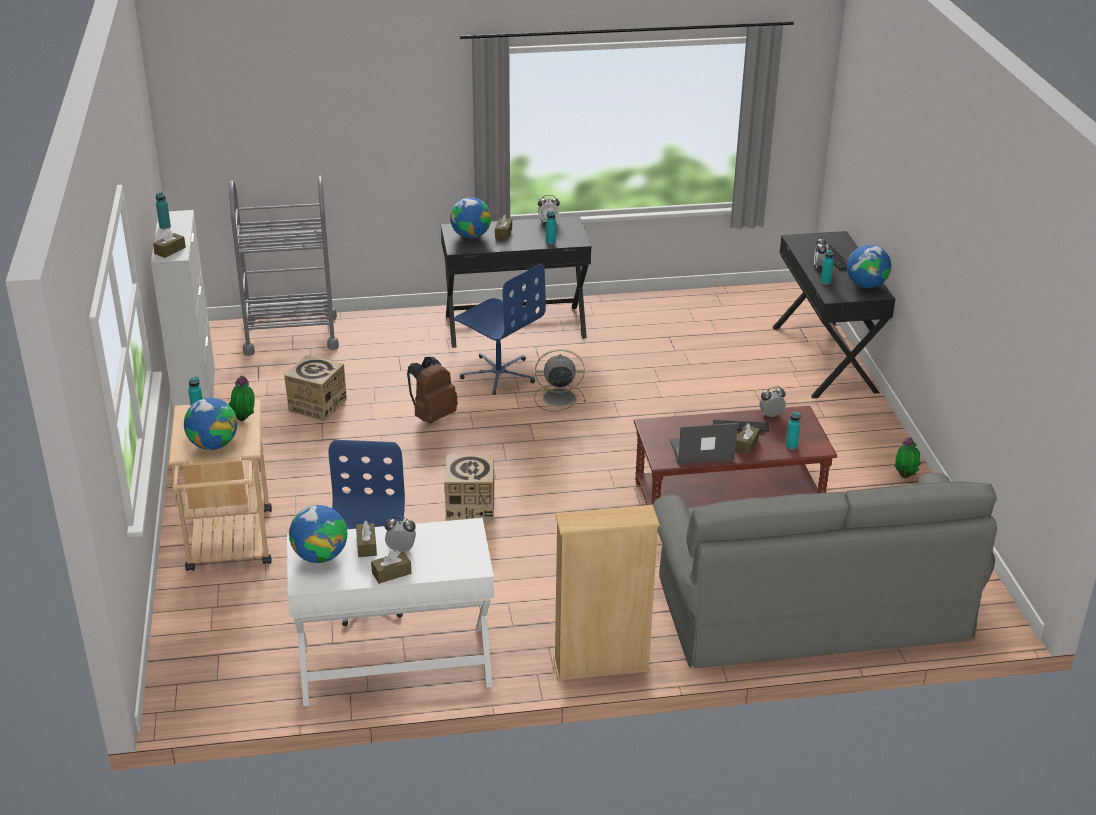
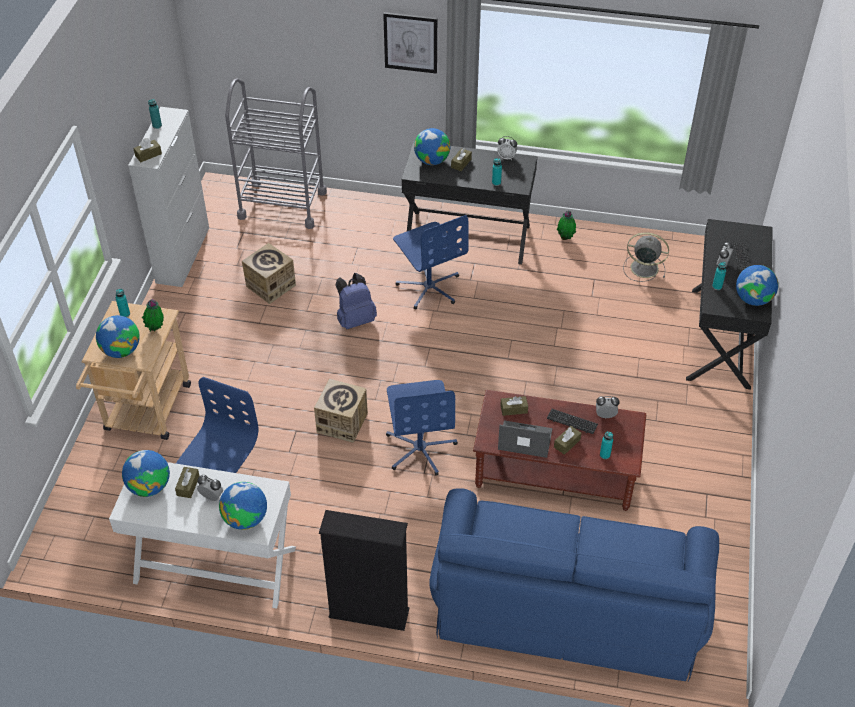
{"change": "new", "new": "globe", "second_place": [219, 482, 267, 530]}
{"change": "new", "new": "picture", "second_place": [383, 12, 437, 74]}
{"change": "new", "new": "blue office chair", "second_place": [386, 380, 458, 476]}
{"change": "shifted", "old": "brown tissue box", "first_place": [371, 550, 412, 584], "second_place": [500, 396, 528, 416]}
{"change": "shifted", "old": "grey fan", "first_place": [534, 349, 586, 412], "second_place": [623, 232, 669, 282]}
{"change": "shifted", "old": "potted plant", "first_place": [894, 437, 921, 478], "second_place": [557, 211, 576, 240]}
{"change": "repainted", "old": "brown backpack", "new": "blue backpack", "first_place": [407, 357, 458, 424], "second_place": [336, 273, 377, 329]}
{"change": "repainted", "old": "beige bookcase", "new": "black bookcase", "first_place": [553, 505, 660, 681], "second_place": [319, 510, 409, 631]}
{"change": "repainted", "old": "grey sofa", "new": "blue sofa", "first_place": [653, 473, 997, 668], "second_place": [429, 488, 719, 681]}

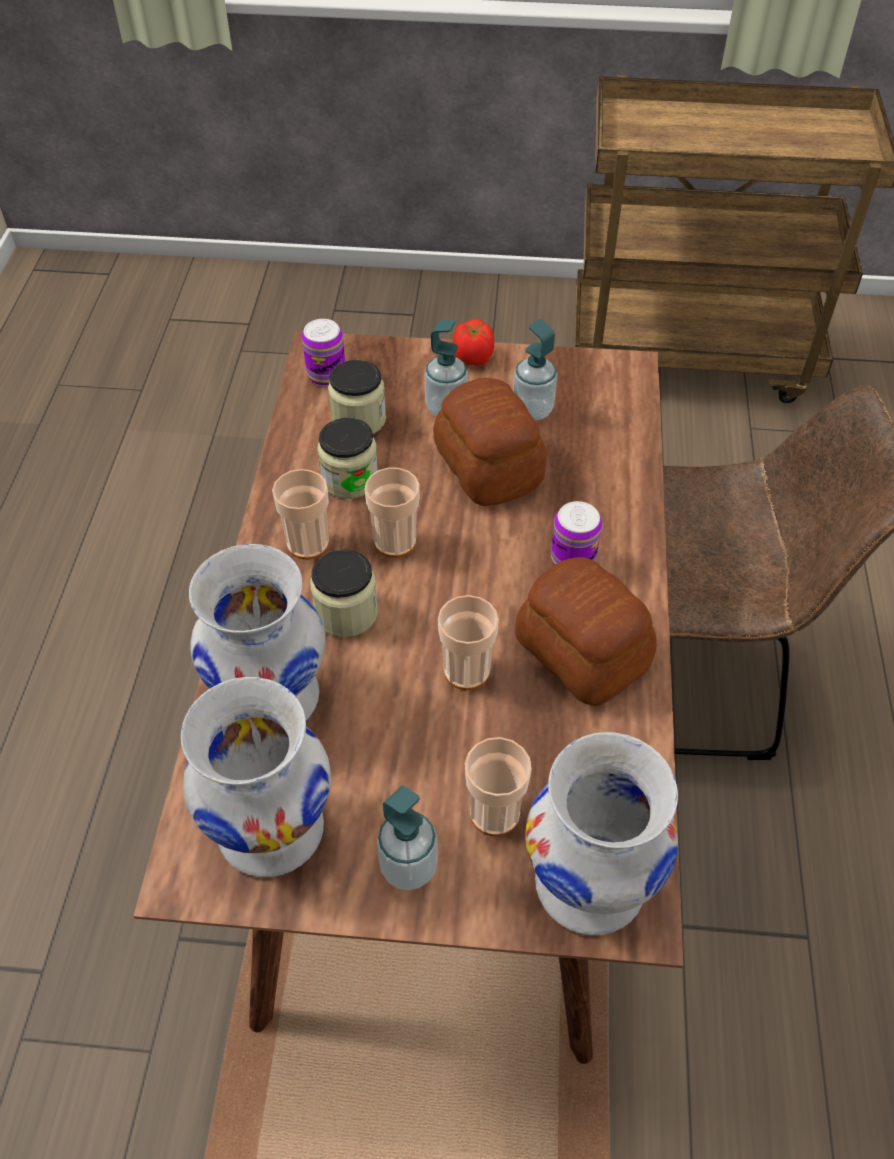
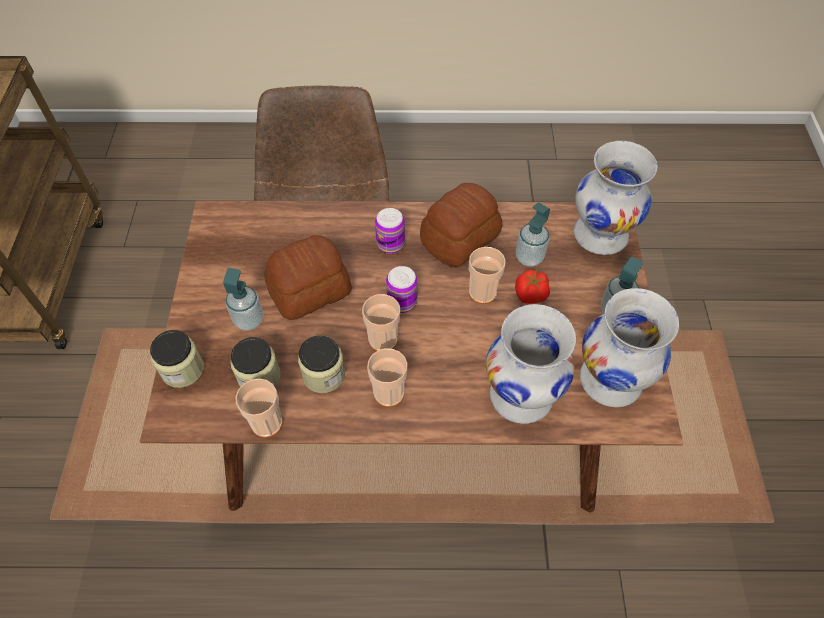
{"change": "shifted", "old": "can", "first_place": [302, 319, 345, 386], "second_place": [386, 266, 418, 313]}
{"change": "shifted", "old": "jar", "first_place": [310, 549, 378, 637], "second_place": [150, 330, 204, 388]}
{"change": "shifted", "old": "tomato", "first_place": [453, 319, 494, 366], "second_place": [515, 270, 550, 304]}
{"change": "shifted", "old": "cup", "first_place": [465, 737, 532, 836], "second_place": [236, 378, 283, 438]}
{"change": "shifted", "old": "soap dispenser", "first_place": [513, 319, 557, 420], "second_place": [516, 203, 550, 267]}

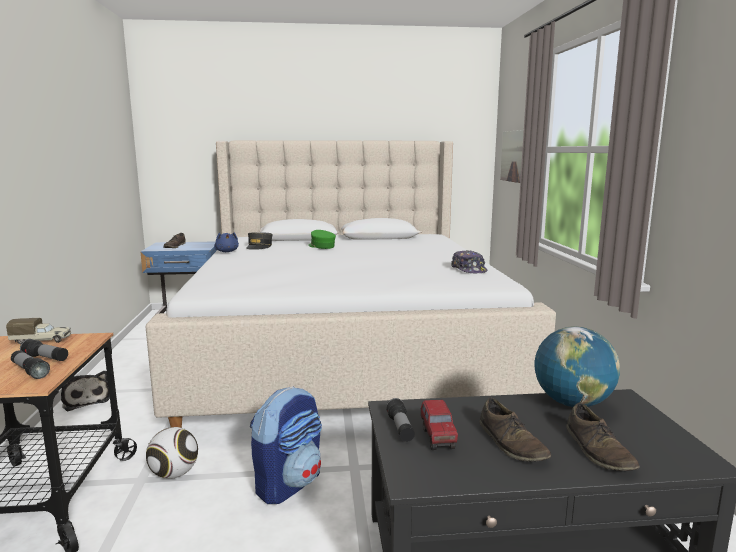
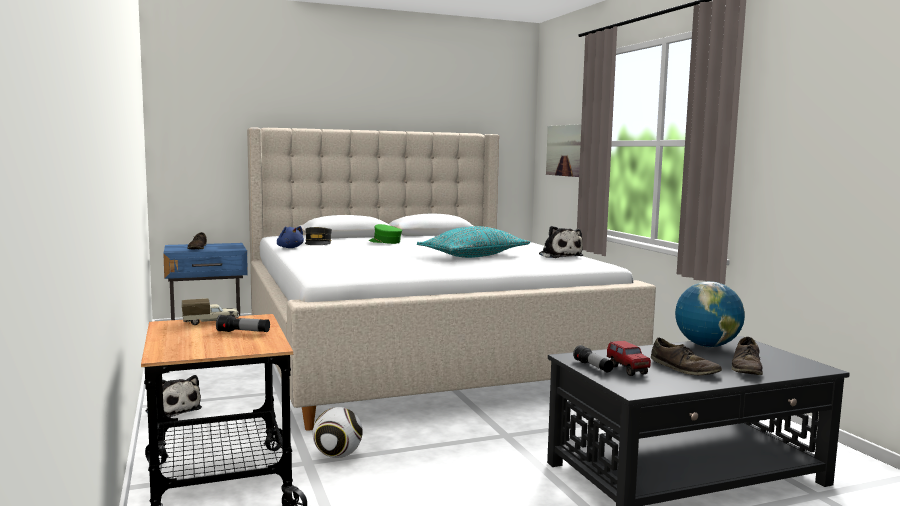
{"change": "gone", "old": "flashlight", "first_place": [11, 350, 50, 379]}
{"change": "gone", "old": "backpack", "first_place": [250, 386, 322, 504]}
{"change": "new", "new": "turquoise pillow", "second_place": [417, 226, 530, 258]}
{"change": "swapped", "old": "cap", "new": "plush toy", "first_place": [451, 250, 487, 273], "second_place": [539, 226, 583, 258]}
{"change": "rotated", "old": "brown shoe", "first_place": [566, 403, 640, 471], "second_place": [732, 337, 763, 375], "degrees": 45}

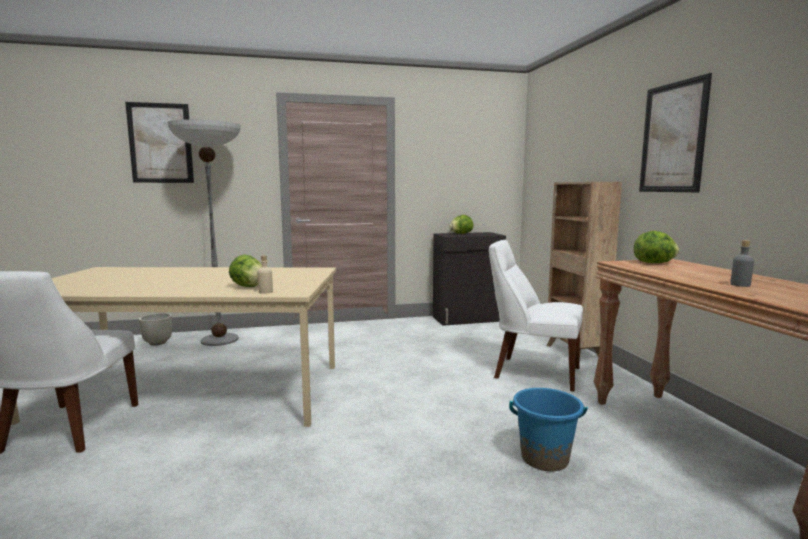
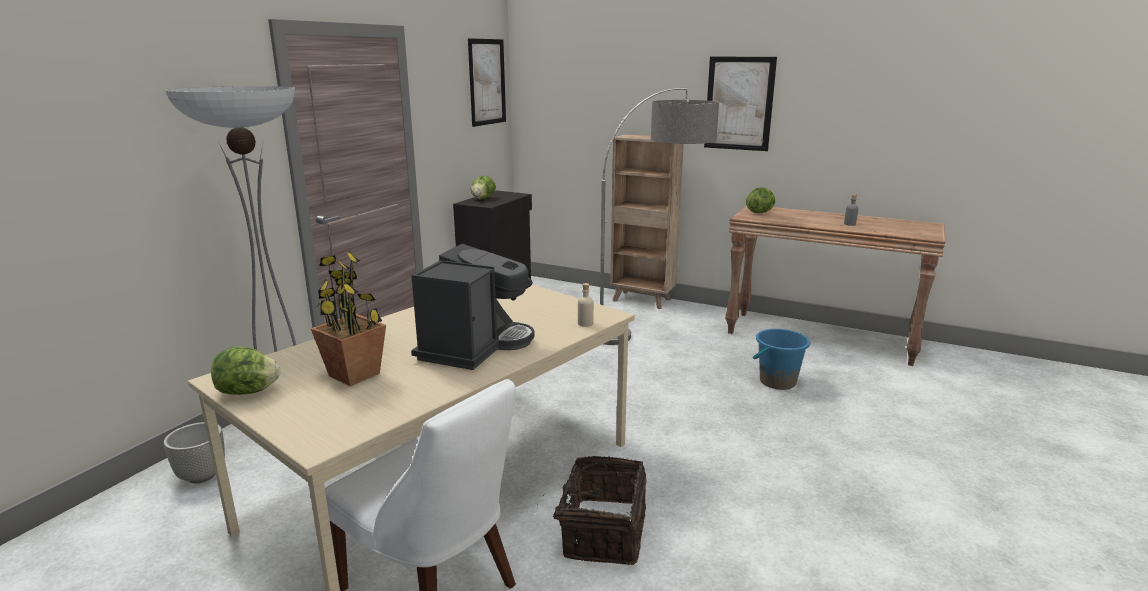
{"change": "new", "new": "potted plant", "second_place": [311, 251, 386, 386]}
{"change": "new", "new": "coffee machine", "second_place": [411, 244, 535, 370]}
{"change": "new", "new": "basket", "second_place": [537, 456, 647, 565]}
{"change": "shifted", "old": "picture", "first_place": [125, 102, 194, 183], "second_place": [468, 38, 506, 127]}
{"change": "shifted", "old": "lettuce", "first_place": [229, 254, 262, 287], "second_place": [211, 347, 280, 395]}
{"change": "swapped", "old": "white chair", "new": "floor lamp", "first_place": [489, 240, 583, 392], "second_place": [600, 87, 719, 345]}

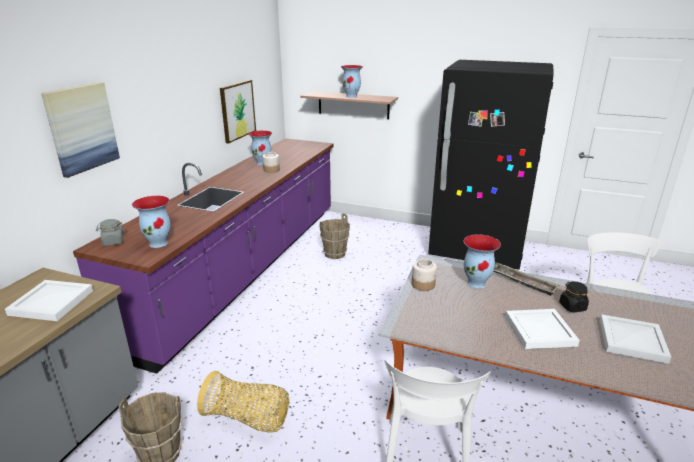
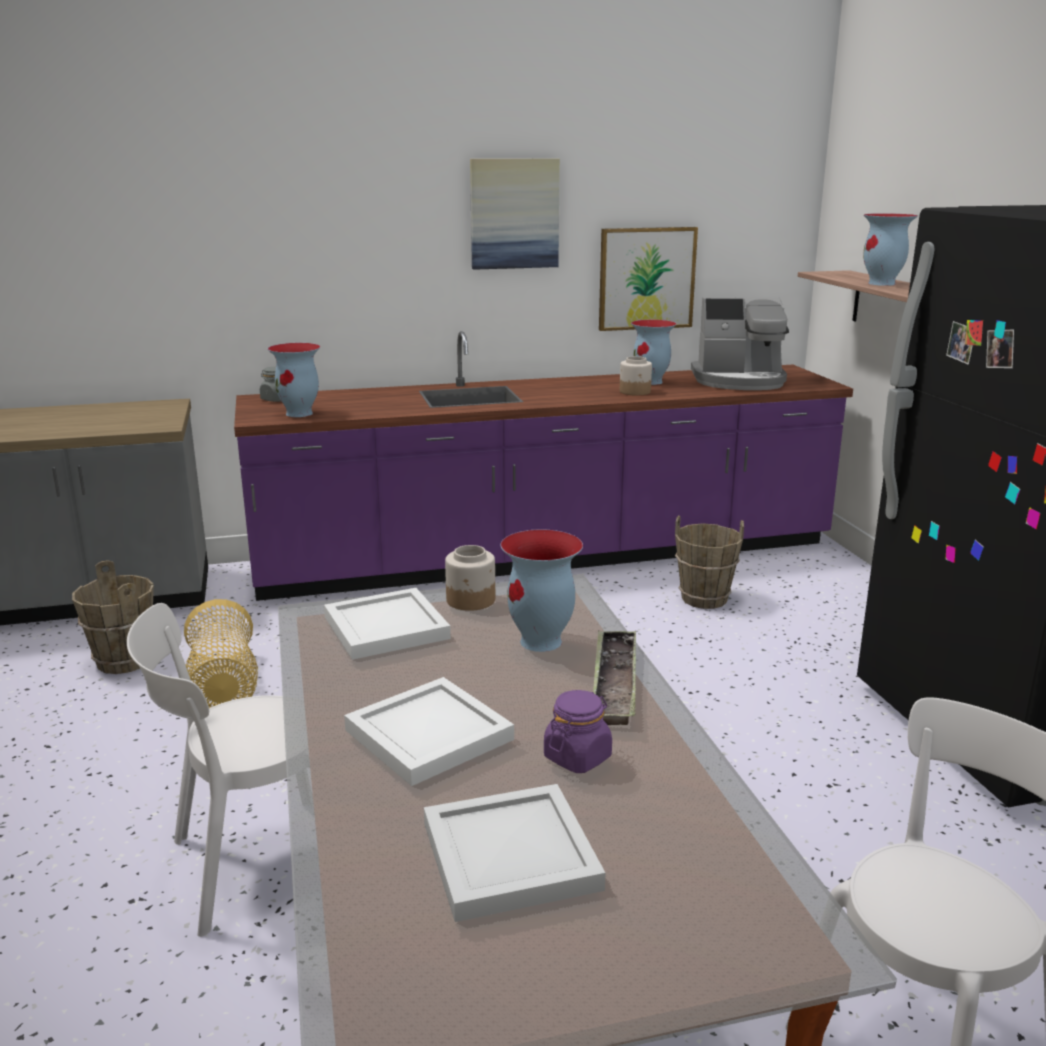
{"change": "new", "new": "coffee machine", "second_place": [691, 297, 789, 390]}
{"change": "shifted", "old": "white tray", "first_place": [5, 280, 93, 321], "second_place": [324, 588, 451, 660]}
{"change": "shifted", "old": "picture", "first_place": [41, 82, 120, 178], "second_place": [470, 159, 560, 270]}
{"change": "repainted", "old": "black jar", "new": "purple jar", "first_place": [559, 281, 589, 312], "second_place": [544, 690, 612, 773]}

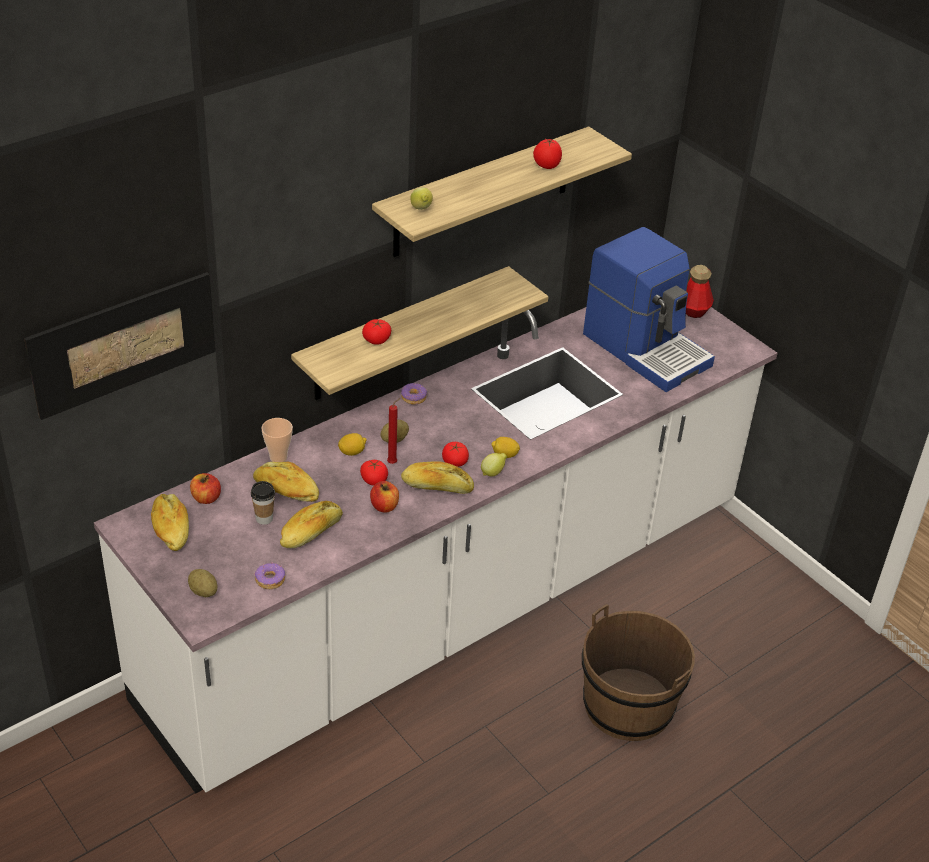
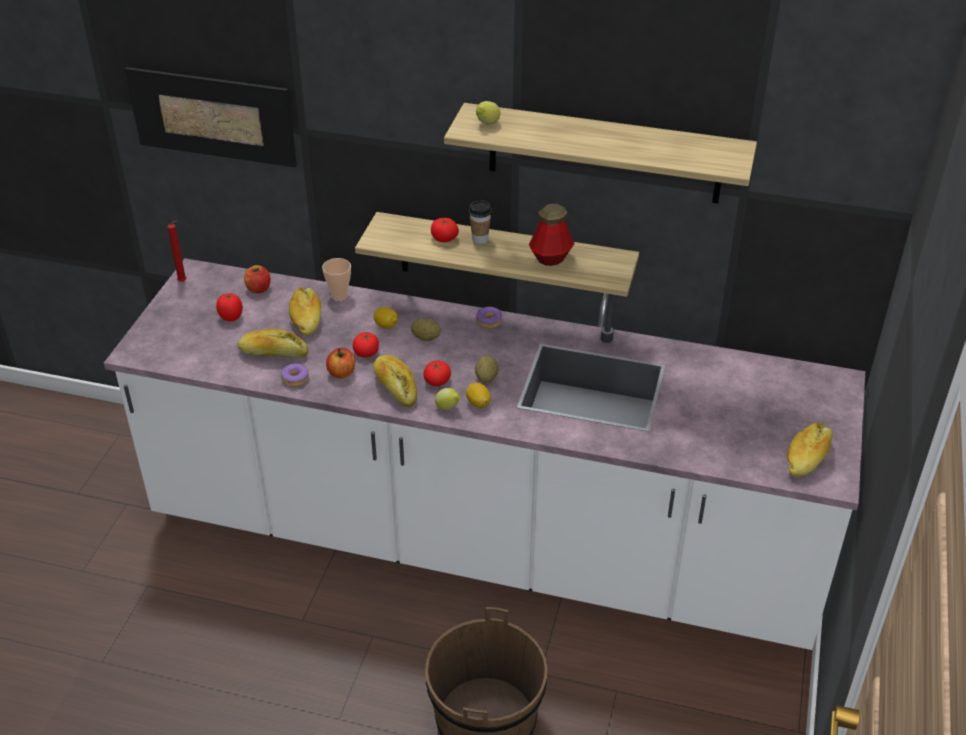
{"change": "gone", "old": "coffee machine", "first_place": [583, 227, 715, 392]}
{"change": "shifted", "old": "bread", "first_place": [151, 494, 189, 551], "second_place": [787, 423, 833, 477]}
{"change": "shifted", "old": "potato", "first_place": [188, 569, 218, 597], "second_place": [475, 356, 498, 383]}
{"change": "shifted", "old": "cup", "first_place": [251, 481, 275, 525], "second_place": [469, 201, 492, 244]}
{"change": "shifted", "old": "donut", "first_place": [254, 563, 285, 589], "second_place": [281, 363, 309, 386]}
{"change": "shifted", "old": "red candle", "first_place": [387, 398, 400, 464], "second_place": [167, 220, 186, 282]}
{"change": "shifted", "old": "tomato", "first_place": [533, 139, 562, 169], "second_place": [216, 293, 243, 321]}
{"change": "shifted", "old": "bottle", "first_place": [686, 265, 714, 318], "second_place": [529, 204, 575, 266]}

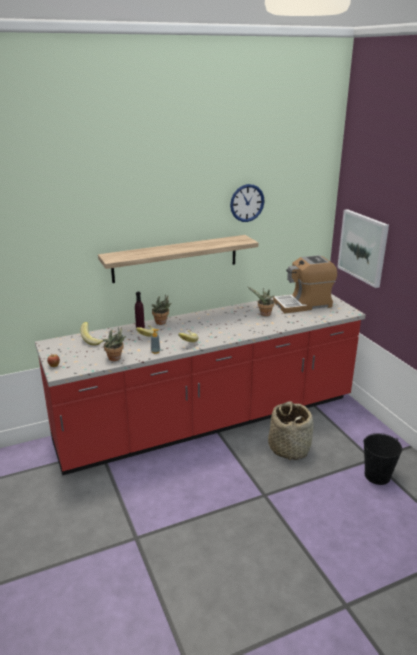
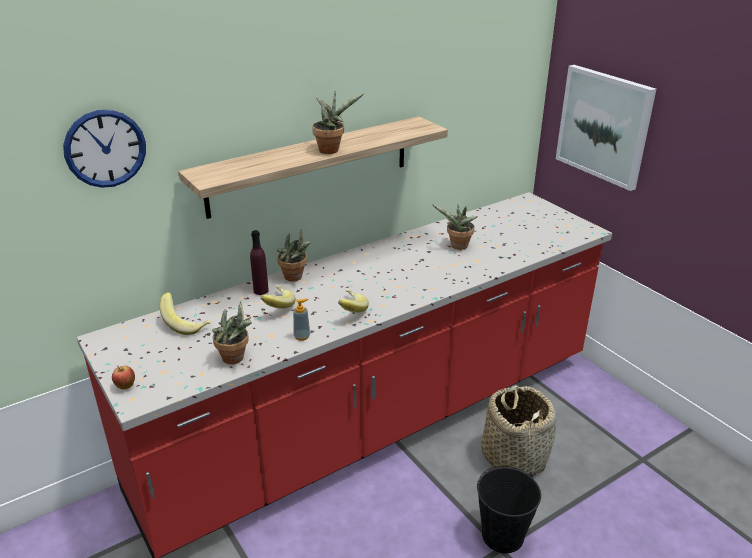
{"change": "gone", "old": "coffee machine", "first_place": [273, 255, 337, 313]}
{"change": "new", "new": "potted plant", "second_place": [312, 91, 364, 154]}
{"change": "shifted", "old": "wall clock", "first_place": [230, 184, 265, 222], "second_place": [63, 110, 146, 188]}
{"change": "shifted", "old": "black bucket", "first_place": [364, 433, 402, 485], "second_place": [477, 466, 541, 553]}

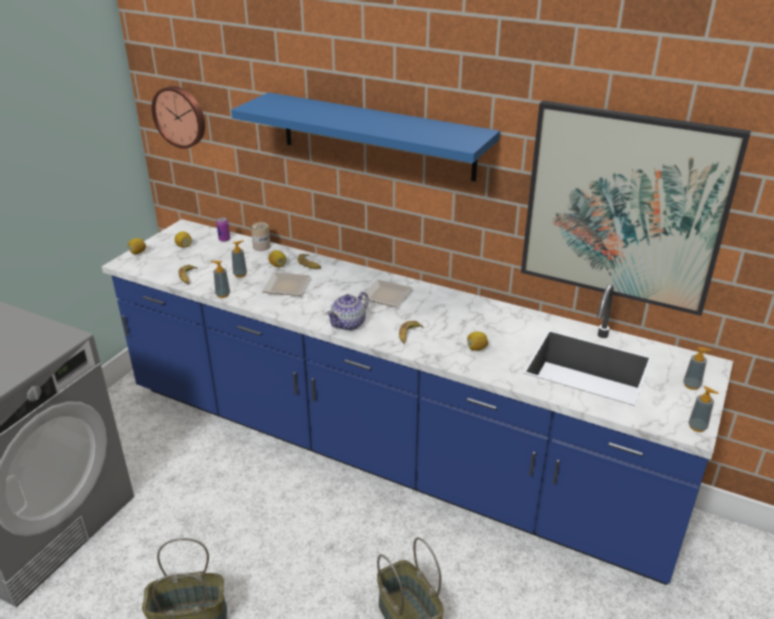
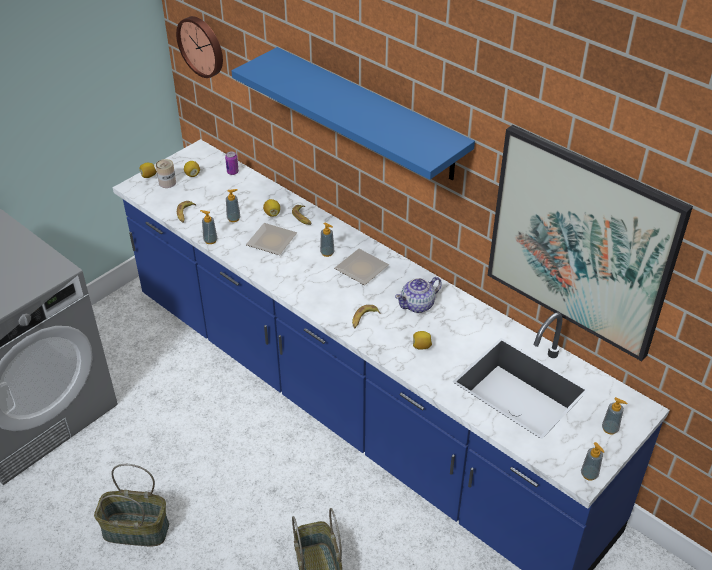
{"change": "new", "new": "soap dispenser", "second_place": [320, 222, 334, 257]}
{"change": "shifted", "old": "can", "first_place": [251, 222, 271, 251], "second_place": [156, 159, 176, 188]}
{"change": "shifted", "old": "teapot", "first_place": [326, 292, 369, 331], "second_place": [395, 277, 442, 313]}

